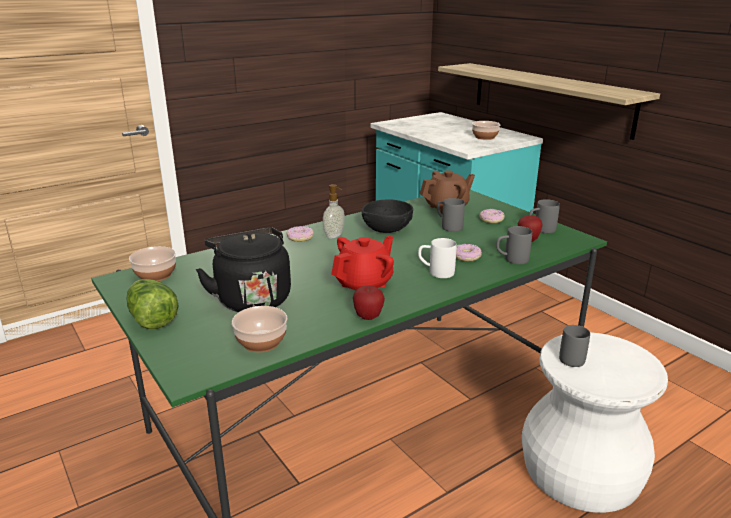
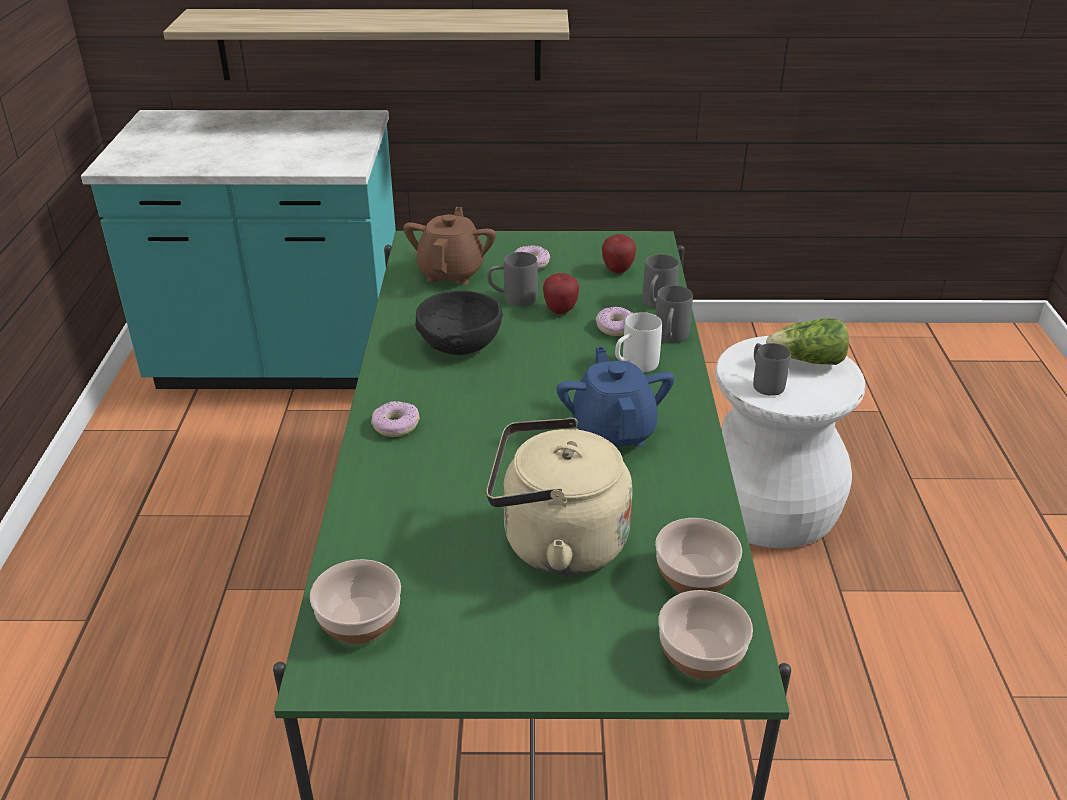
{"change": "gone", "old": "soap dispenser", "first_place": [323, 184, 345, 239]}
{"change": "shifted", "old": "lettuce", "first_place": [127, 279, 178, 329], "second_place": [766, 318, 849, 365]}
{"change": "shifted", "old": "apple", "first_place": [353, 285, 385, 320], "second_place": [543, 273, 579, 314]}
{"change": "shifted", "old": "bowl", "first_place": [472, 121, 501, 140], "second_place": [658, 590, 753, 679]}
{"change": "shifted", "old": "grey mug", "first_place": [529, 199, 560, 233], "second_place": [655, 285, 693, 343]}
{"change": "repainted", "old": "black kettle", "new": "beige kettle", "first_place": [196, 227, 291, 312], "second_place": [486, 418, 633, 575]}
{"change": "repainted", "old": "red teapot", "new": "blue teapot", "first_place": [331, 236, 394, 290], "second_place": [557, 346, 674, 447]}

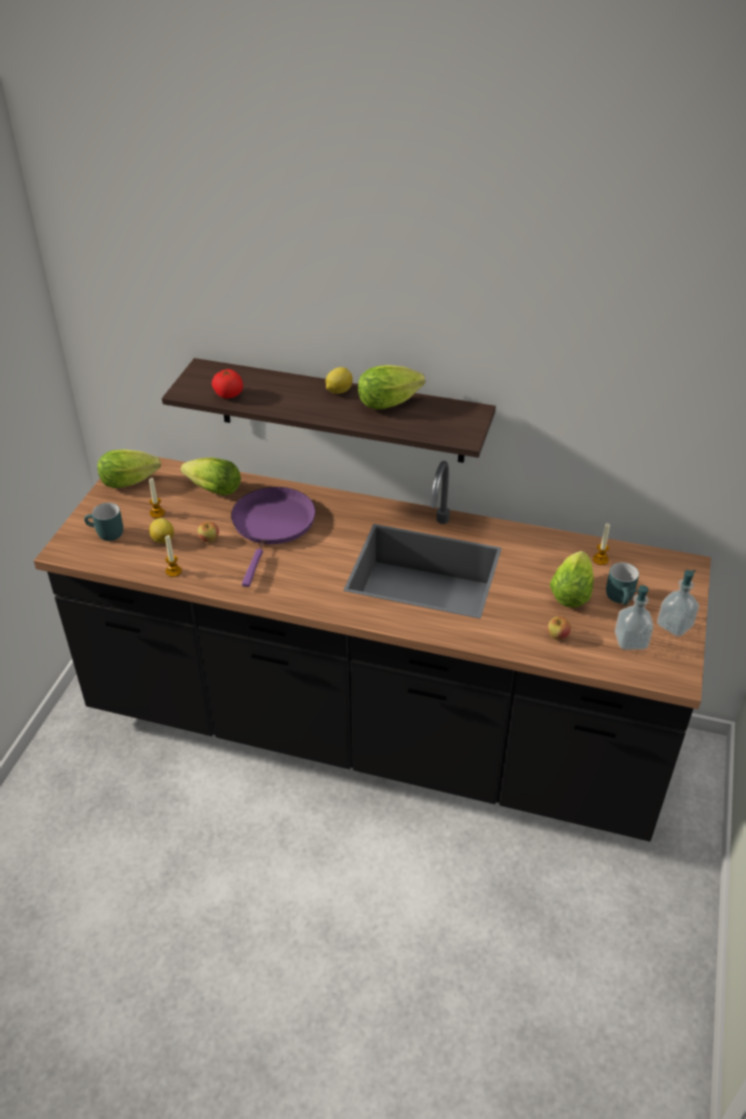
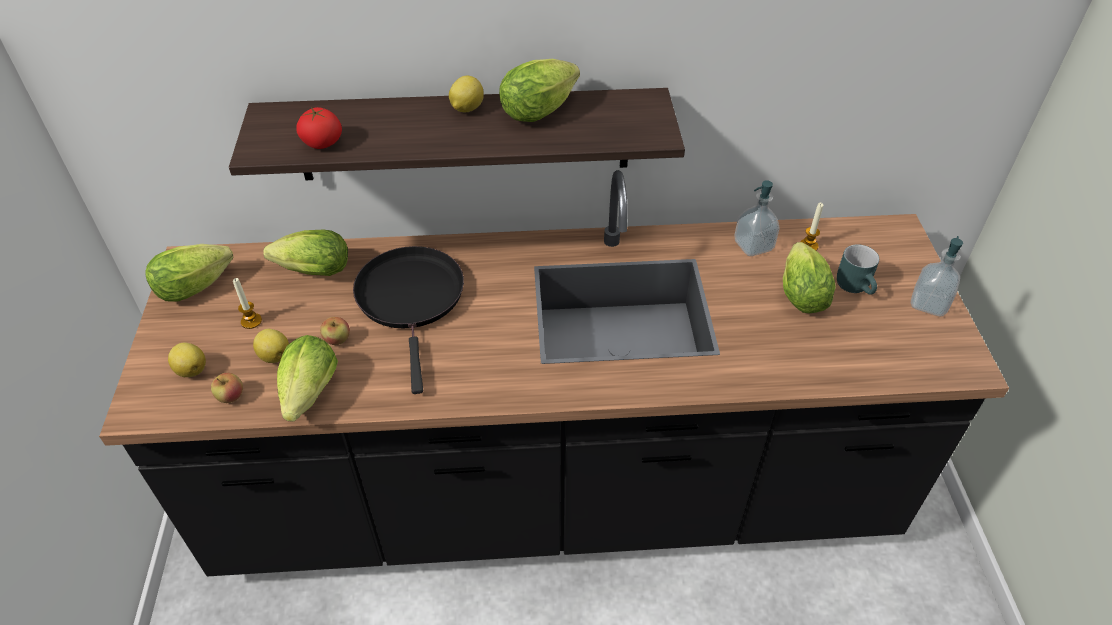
{"change": "shifted", "old": "apple", "first_place": [547, 616, 571, 640], "second_place": [211, 373, 243, 403]}
{"change": "shifted", "old": "soap dispenser", "first_place": [615, 585, 654, 650], "second_place": [734, 180, 780, 256]}
{"change": "swapped", "old": "turquoise mug", "new": "lemon", "first_place": [84, 503, 123, 541], "second_place": [168, 342, 206, 377]}
{"change": "swapped", "old": "candle", "new": "lettuce", "first_place": [165, 535, 182, 577], "second_place": [277, 335, 338, 422]}
{"change": "repainted", "old": "purple frying pan", "new": "black frying pan", "first_place": [231, 487, 316, 587], "second_place": [353, 246, 464, 394]}

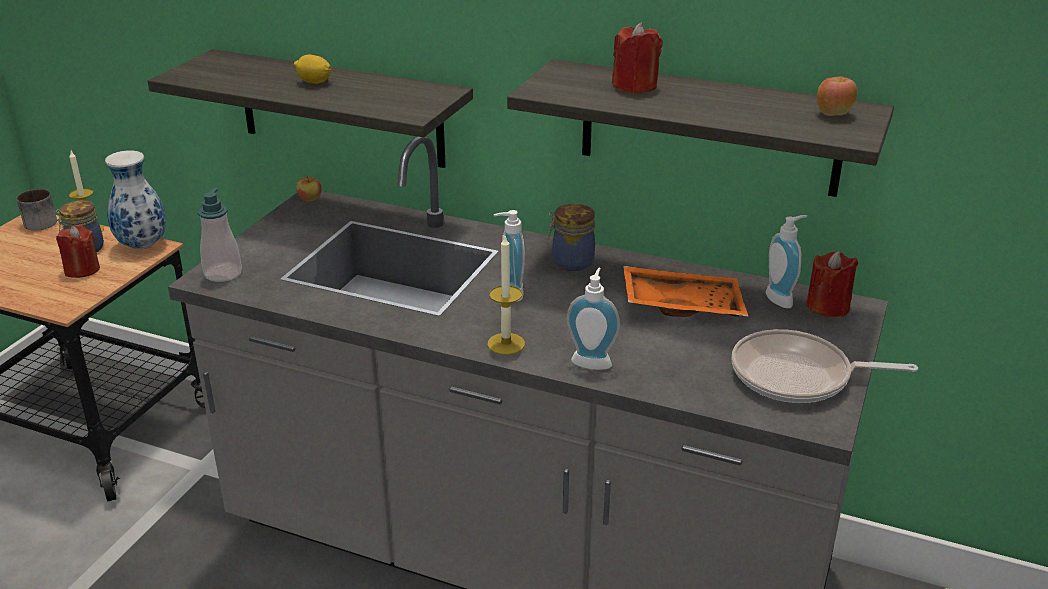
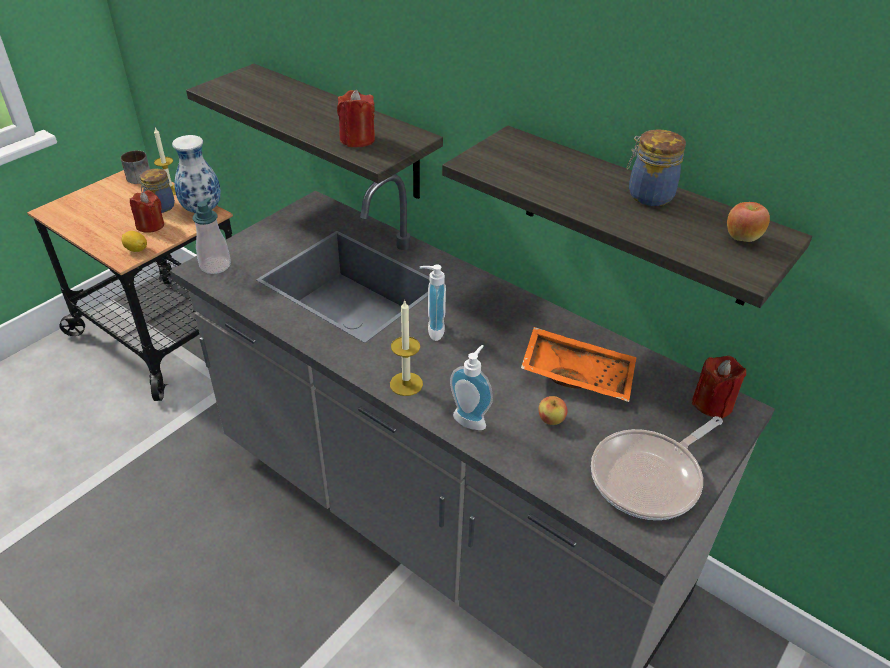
{"change": "gone", "old": "soap dispenser", "first_place": [765, 215, 807, 308]}
{"change": "shifted", "old": "lemon", "first_place": [294, 55, 331, 84], "second_place": [121, 231, 147, 252]}
{"change": "shifted", "old": "apple", "first_place": [296, 176, 322, 202], "second_place": [538, 396, 567, 425]}
{"change": "shifted", "old": "jar", "first_place": [547, 204, 595, 271], "second_place": [626, 130, 686, 206]}
{"change": "shifted", "old": "red candle", "first_place": [612, 22, 663, 93], "second_place": [337, 90, 375, 147]}
{"change": "rotated", "old": "frying pan", "first_place": [731, 329, 918, 403], "second_place": [591, 416, 723, 520], "degrees": -60}

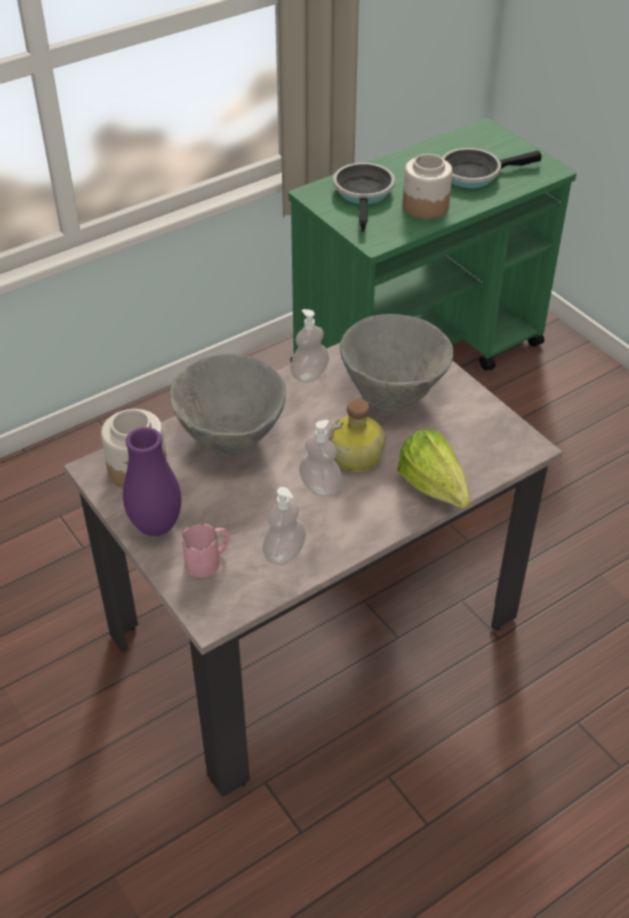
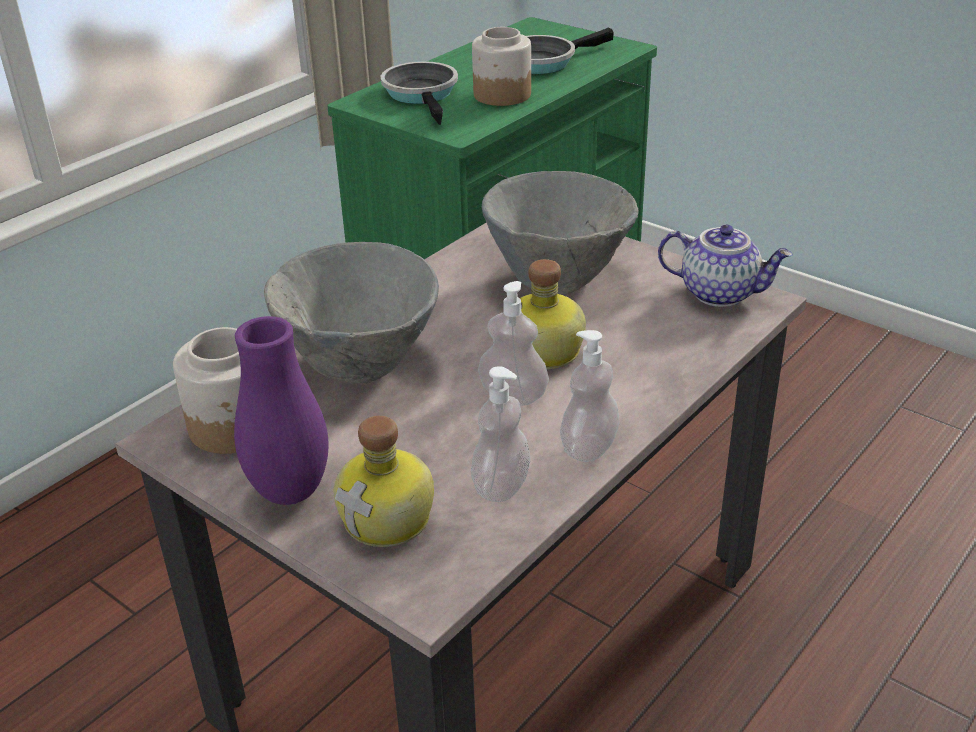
{"change": "gone", "old": "lettuce", "first_place": [397, 429, 470, 508]}
{"change": "new", "new": "teapot", "second_place": [658, 224, 793, 307]}
{"change": "shifted", "old": "soap dispenser", "first_place": [290, 309, 329, 383], "second_place": [560, 330, 620, 462]}
{"change": "swapped", "old": "pink mug", "new": "bottle", "first_place": [182, 523, 229, 577], "second_place": [333, 416, 434, 547]}

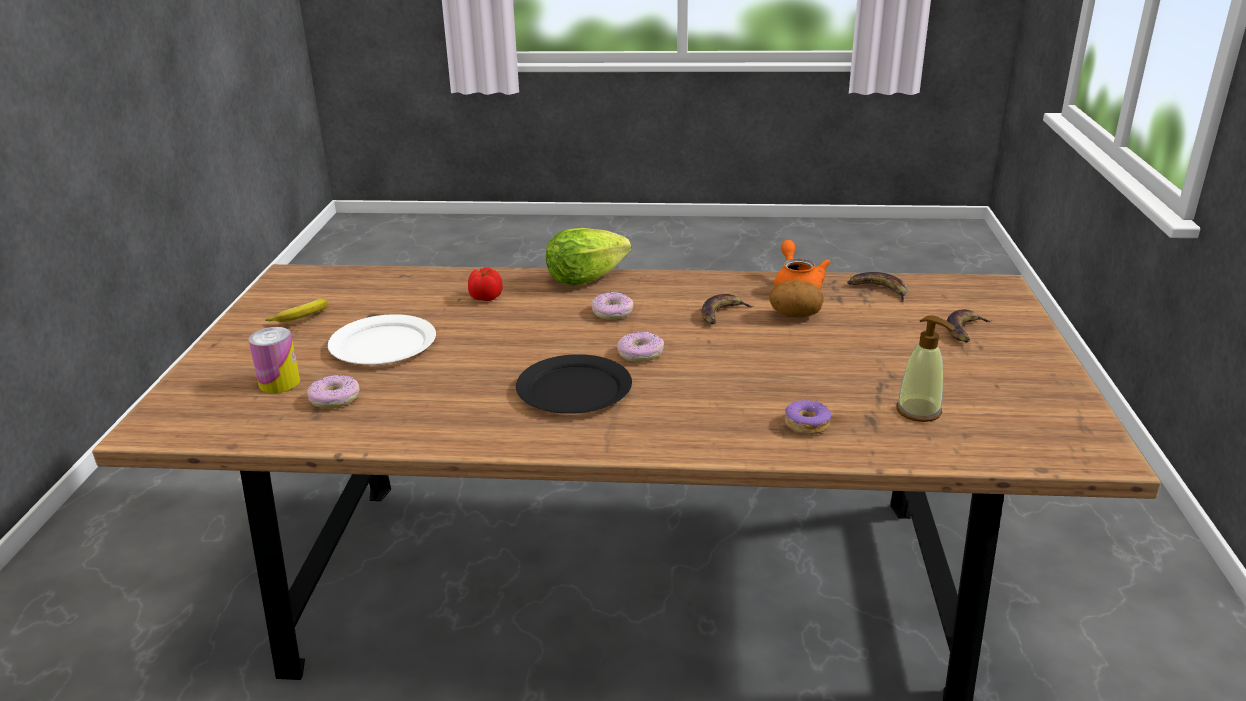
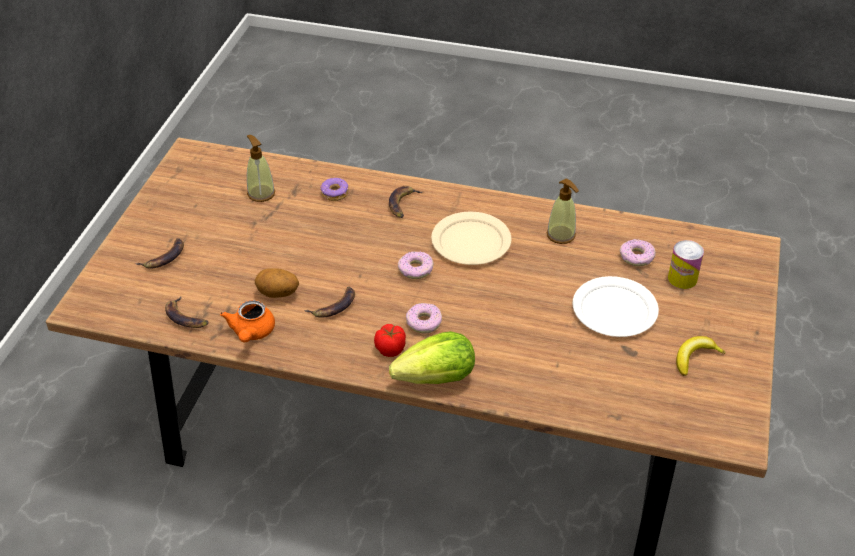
{"change": "new", "new": "banana", "second_place": [389, 186, 422, 218]}
{"change": "new", "new": "soap dispenser", "second_place": [546, 179, 579, 244]}
{"change": "shifted", "old": "tomato", "first_place": [468, 267, 503, 301], "second_place": [374, 324, 406, 357]}
{"change": "repainted", "old": "black plate", "new": "beige plate", "first_place": [516, 354, 632, 414], "second_place": [431, 212, 512, 265]}

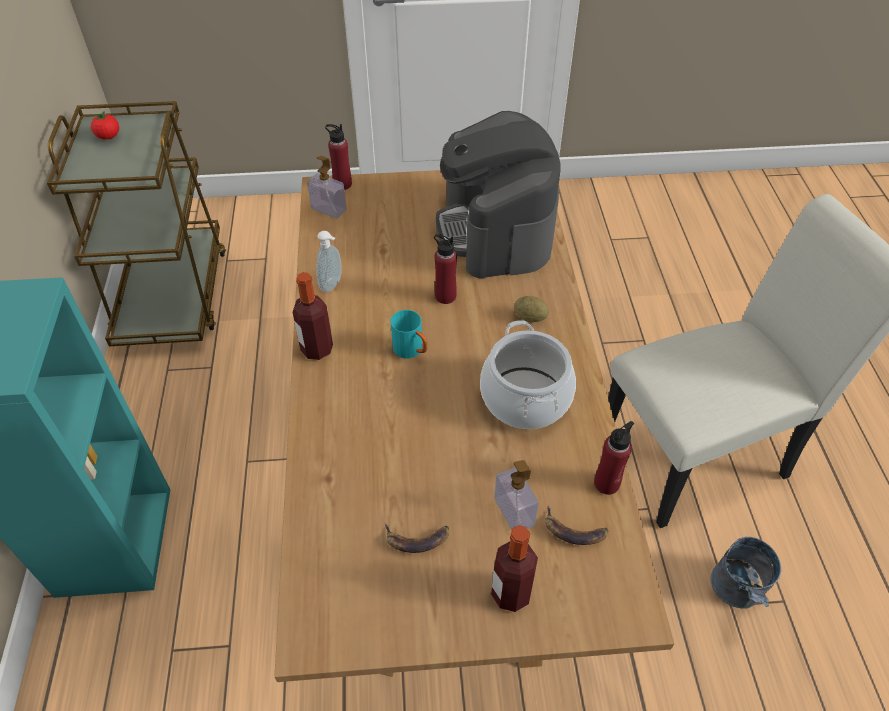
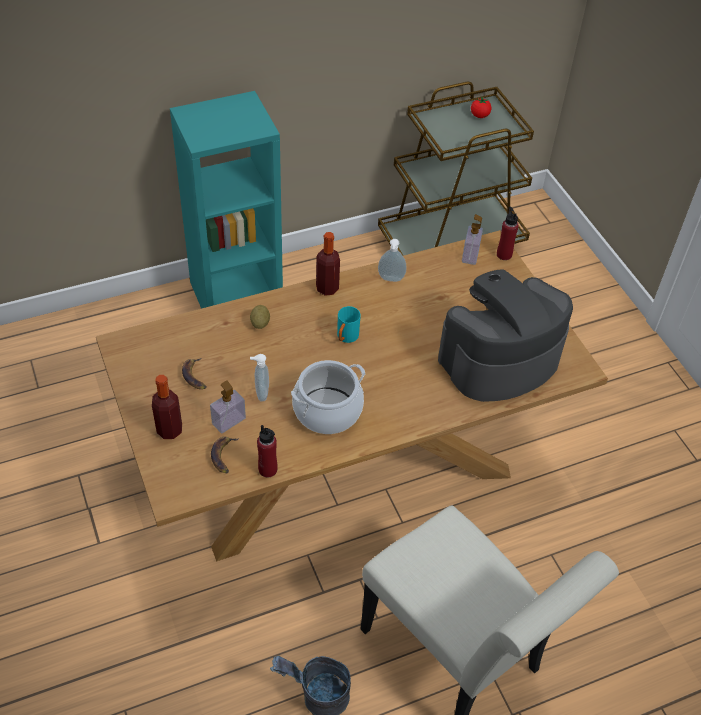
{"change": "gone", "old": "red bottle", "first_place": [434, 234, 457, 304]}
{"change": "new", "new": "soap dispenser", "second_place": [250, 354, 269, 402]}
{"change": "shifted", "old": "potato", "first_place": [514, 296, 549, 322], "second_place": [250, 305, 270, 329]}

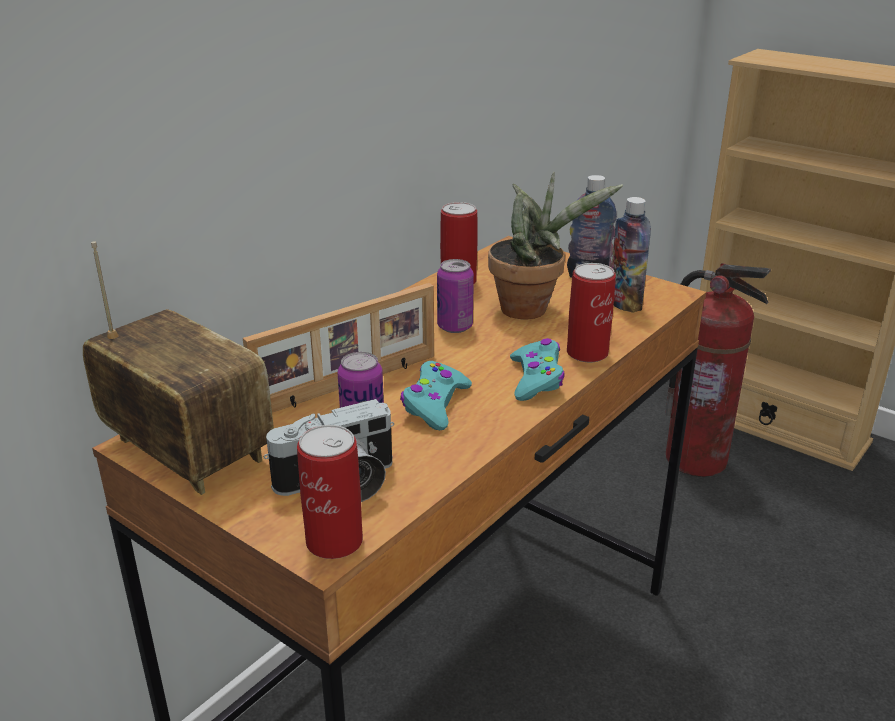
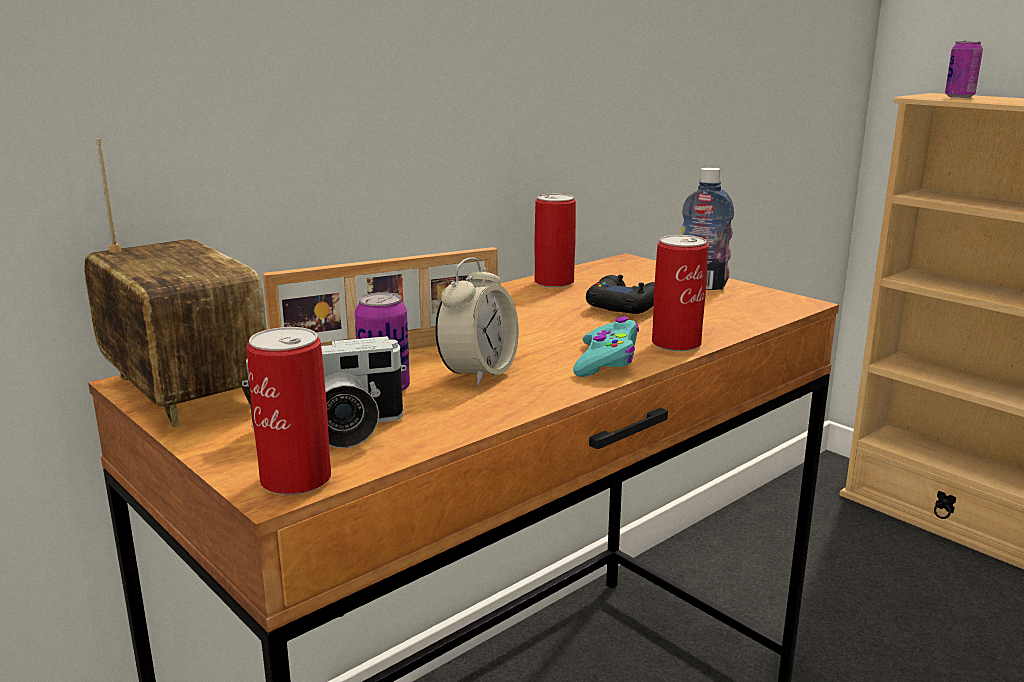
{"change": "gone", "old": "bottle", "first_place": [612, 197, 651, 313]}
{"change": "gone", "old": "fire extinguisher", "first_place": [665, 263, 771, 477]}
{"change": "shifted", "old": "can", "first_place": [437, 259, 474, 333], "second_place": [945, 41, 983, 98]}
{"change": "swapped", "old": "turquoise game controller", "new": "alarm clock", "first_place": [400, 361, 472, 430], "second_place": [435, 258, 519, 386]}
{"change": "swapped", "old": "potted plant", "new": "black game controller", "first_place": [488, 172, 623, 319], "second_place": [586, 275, 655, 314]}

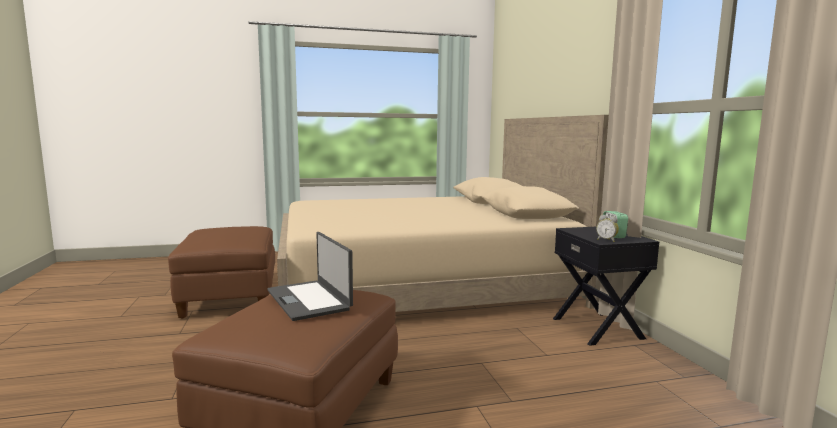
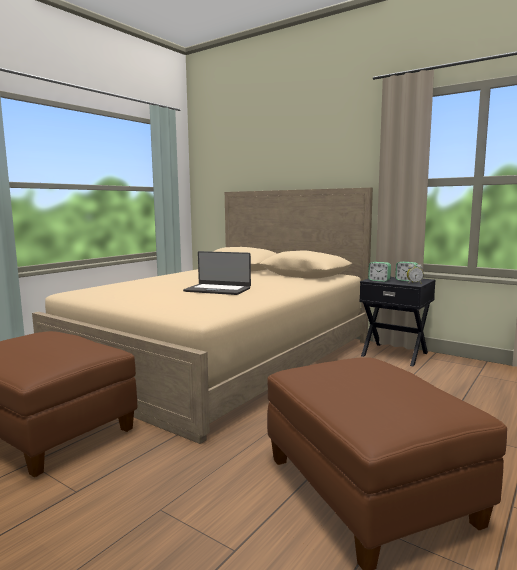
{"change": "new", "new": "alarm clock", "second_place": [368, 262, 391, 282]}
{"change": "shifted", "old": "laptop", "first_place": [268, 232, 353, 321], "second_place": [183, 251, 251, 295]}

